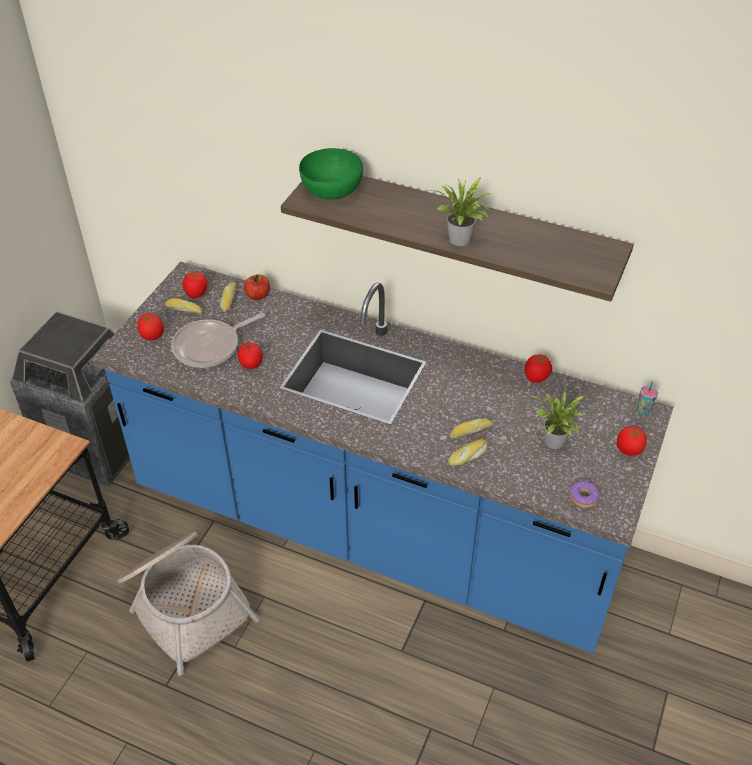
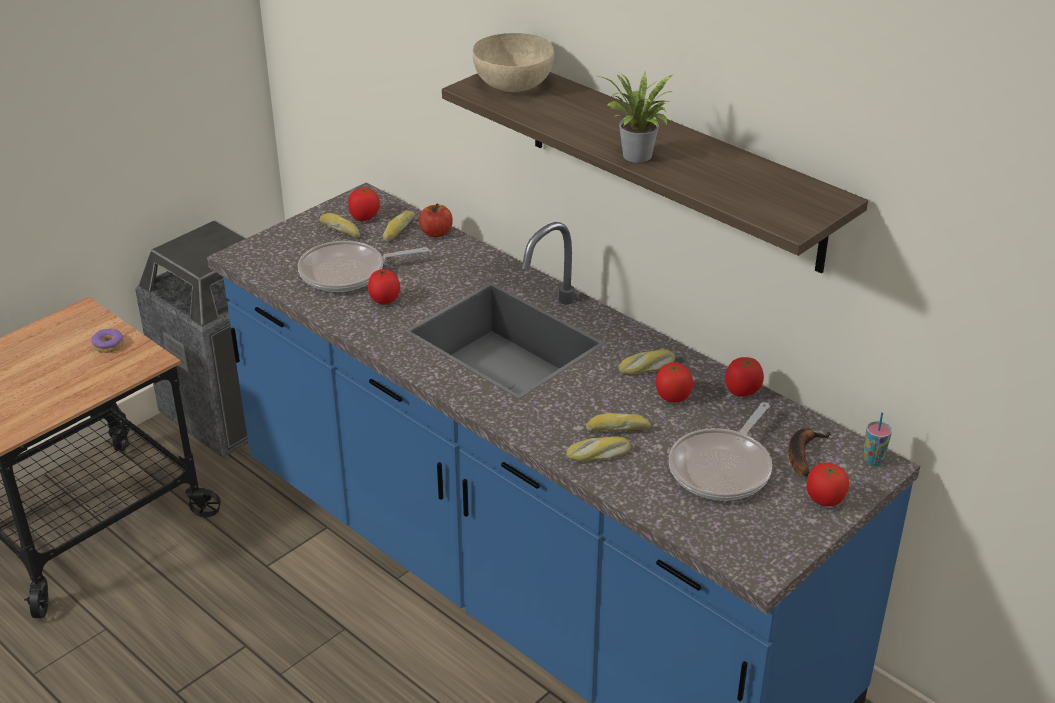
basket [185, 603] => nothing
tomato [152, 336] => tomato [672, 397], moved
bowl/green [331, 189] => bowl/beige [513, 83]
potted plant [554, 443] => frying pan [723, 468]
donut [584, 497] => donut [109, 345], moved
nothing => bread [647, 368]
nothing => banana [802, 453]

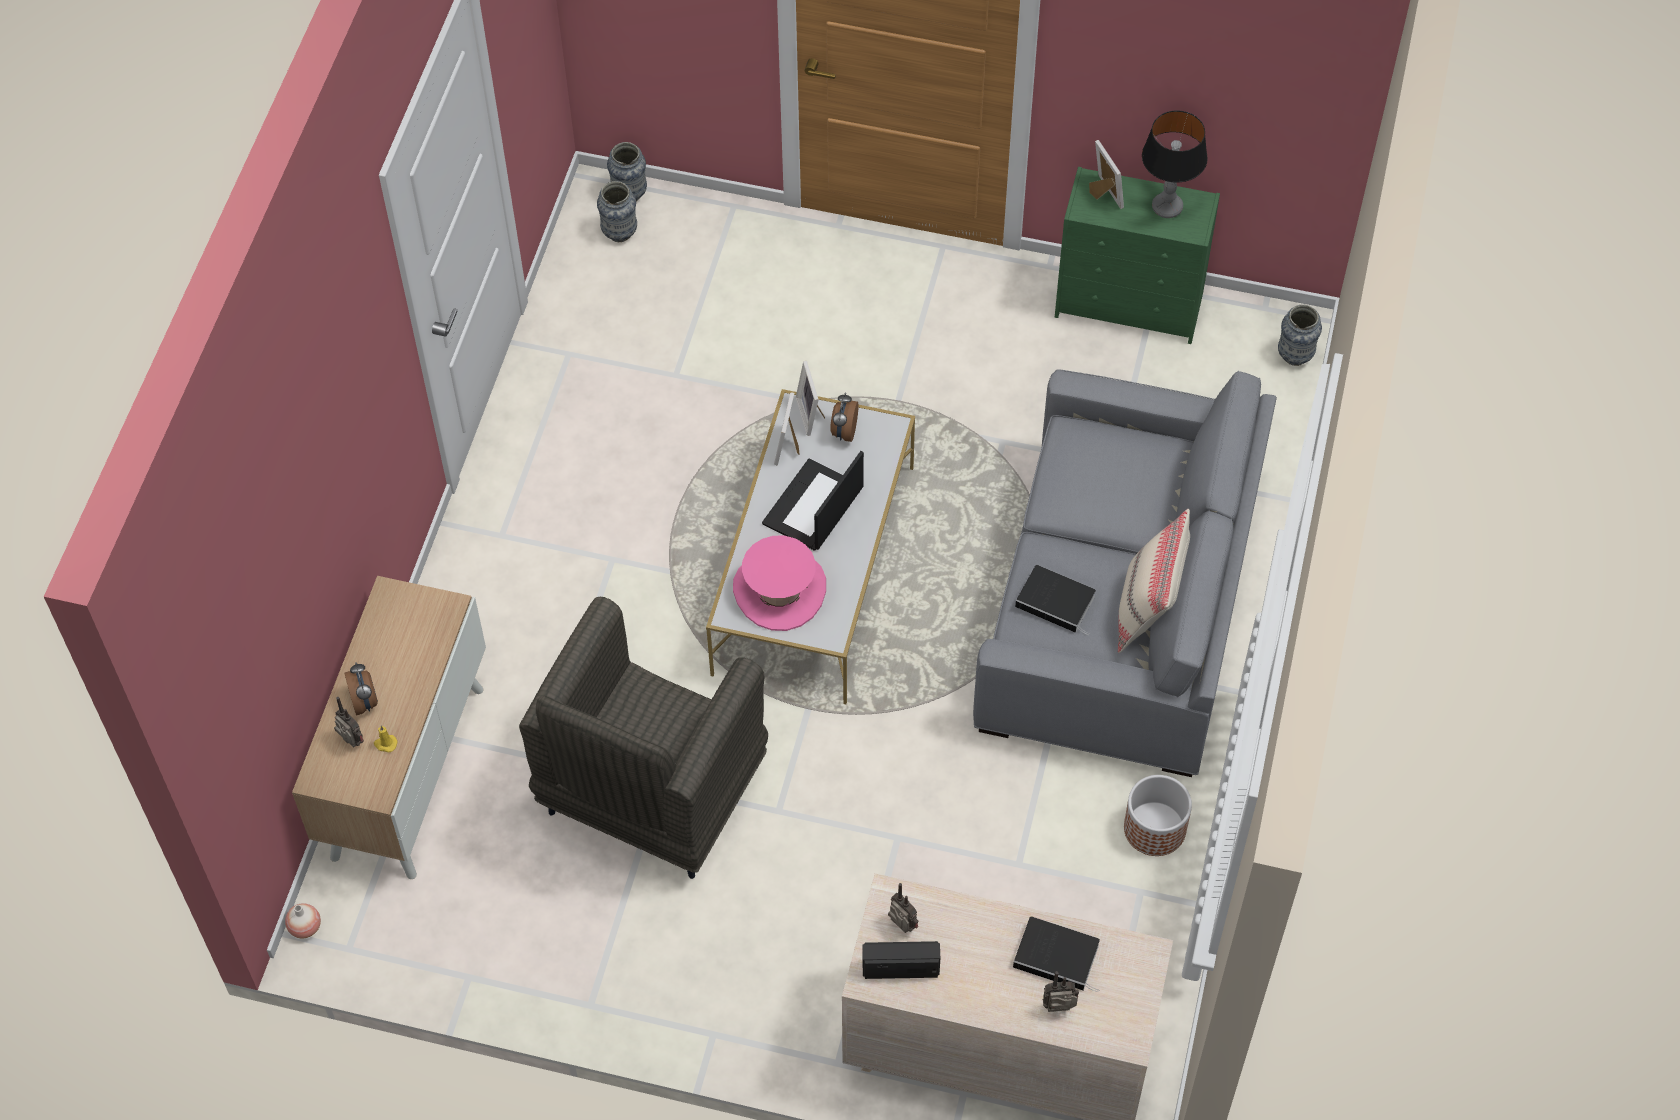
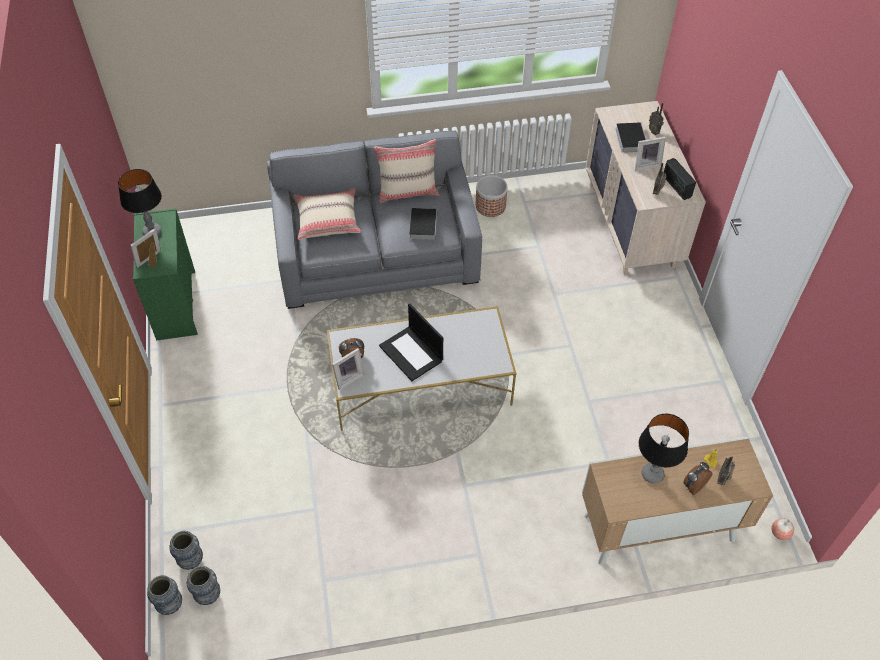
armchair/grey [651, 794] => nothing
hat/pink [779, 591] => nothing
laptop [813, 507] => laptop [412, 353], 45 degrees clockwise
picture frame [789, 446] => picture frame [646, 165], moved
vase [1295, 356] => vase [191, 560], moved
nothing => pillow/beige [327, 220]
nothing => table lamp [652, 474]

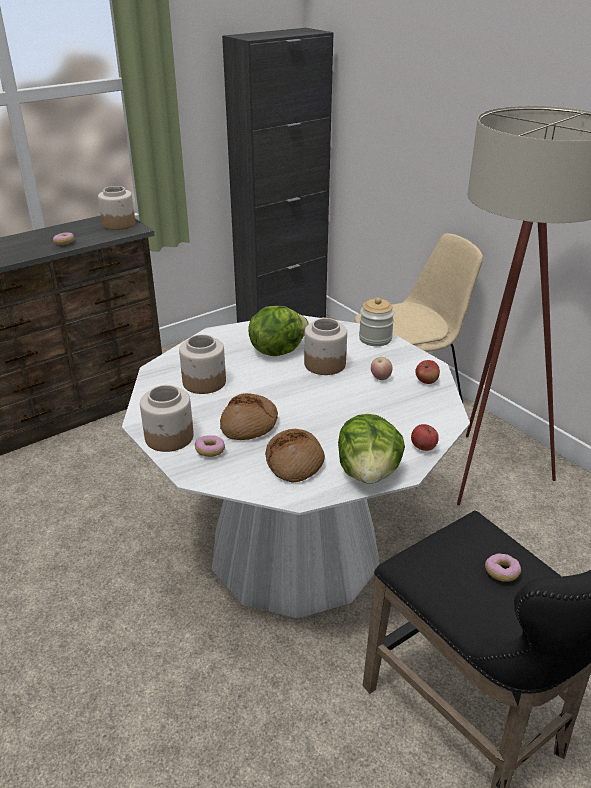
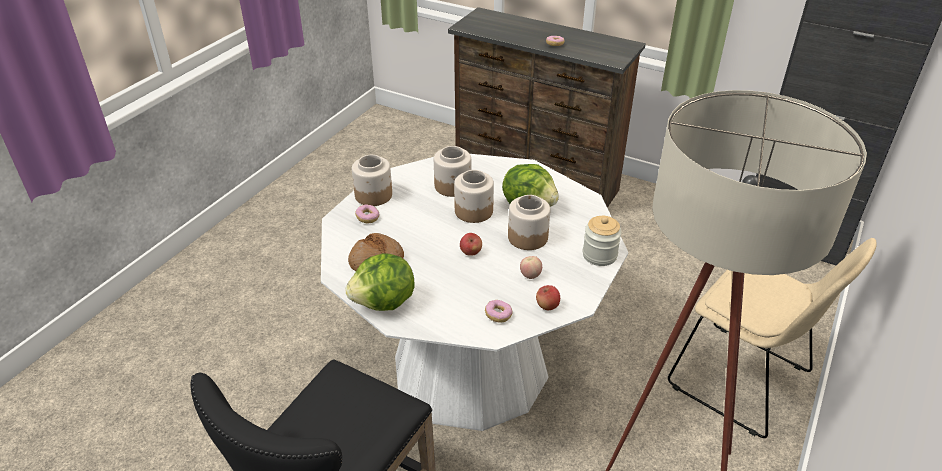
jar [119, 224] => jar [474, 211], moved
bread [249, 425] => nothing
apple [423, 447] => apple [471, 252], moved
donut [501, 573] => donut [498, 315], moved

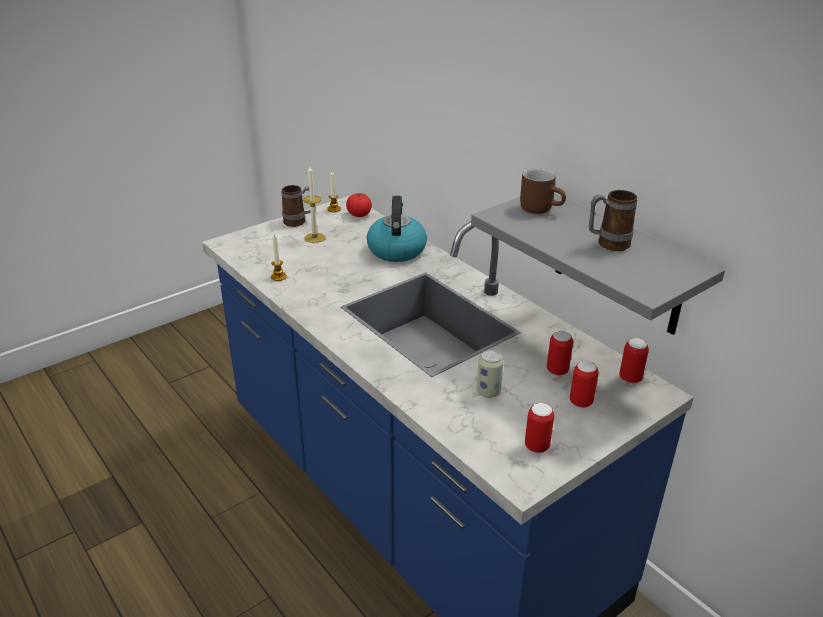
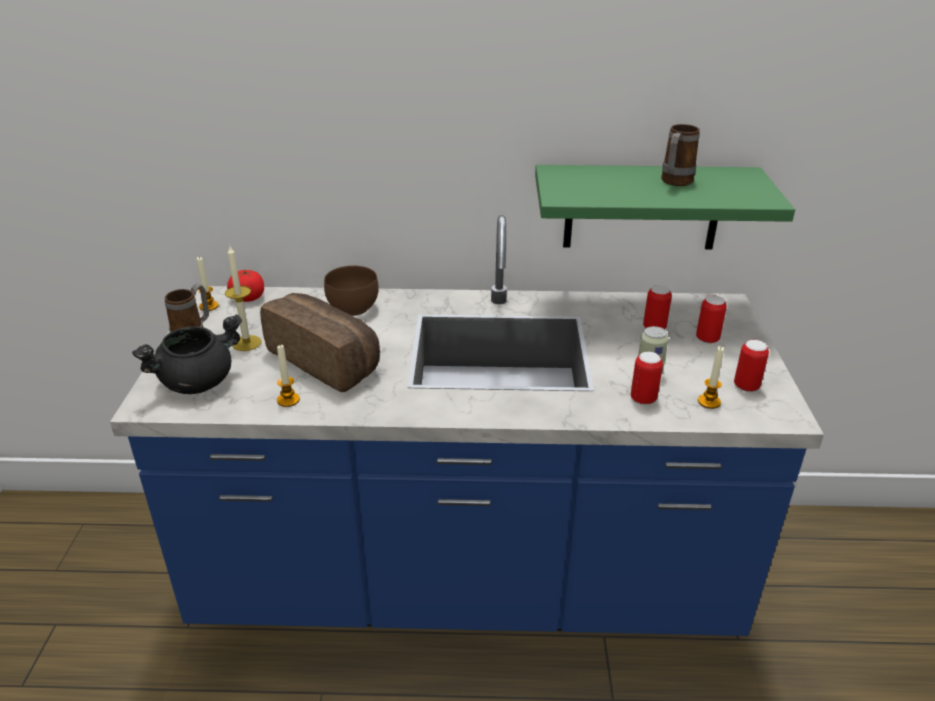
kettle [396, 250] => bowl/brown [353, 310]
shelf/grey [618, 263] => shelf/green [642, 207]
mug/brown [541, 208] => nothing
can [630, 378] => can [643, 399], moved
nothing => cooking pot/black [197, 382]
nothing => bread [327, 360]
nothing => candle [709, 402]

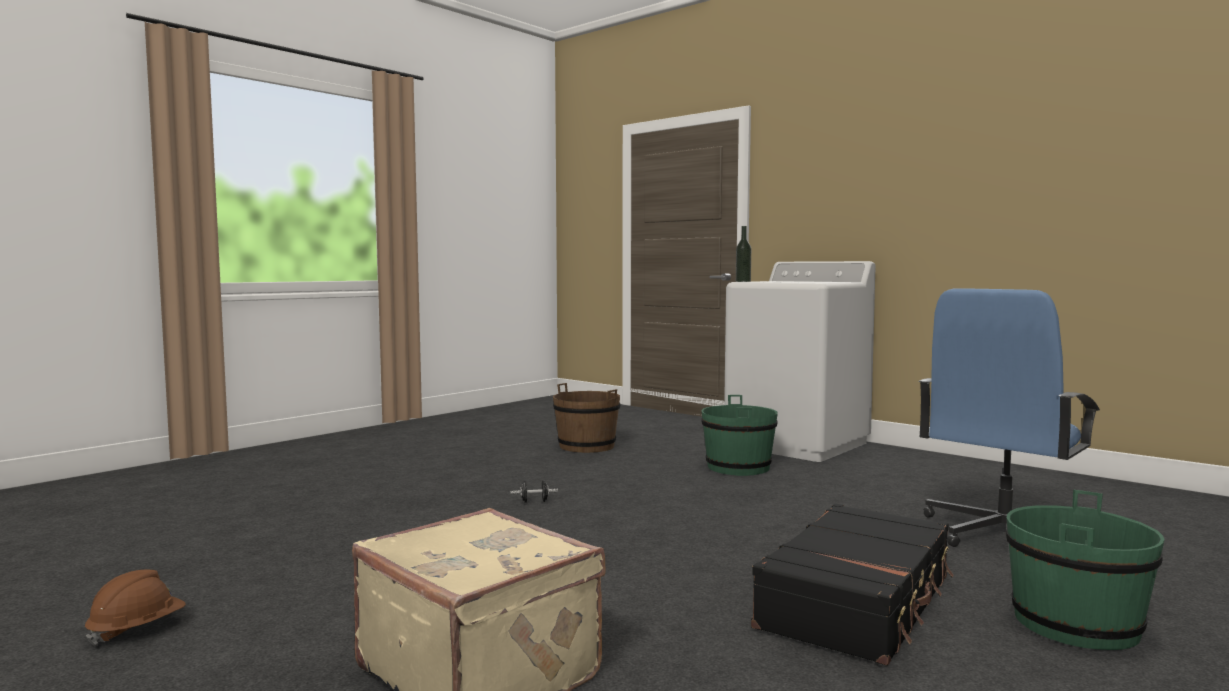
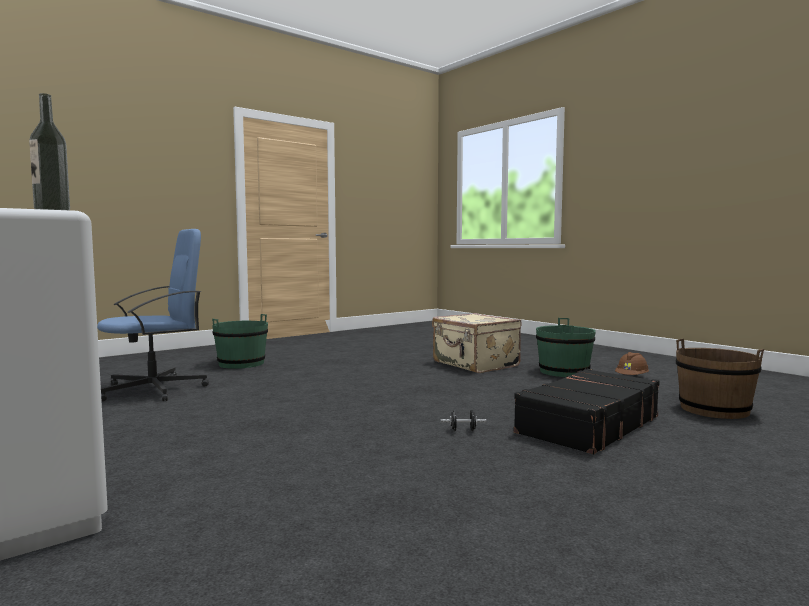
bucket/brown [586, 446] => bucket/brown [714, 410], moved
bucket/green [738, 467] => bucket/green [564, 372], moved
suitcase/black [858, 602] => suitcase/black [587, 425], moved

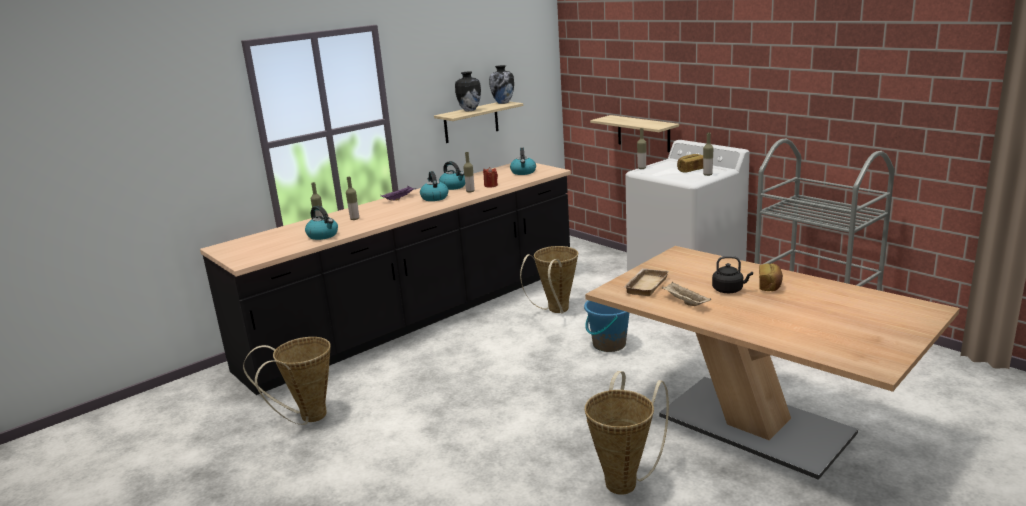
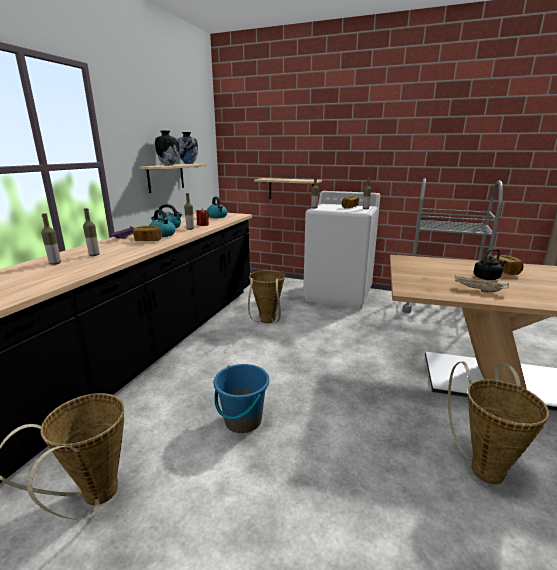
kettle [323, 235] => nothing
bucket/blue [608, 344] => bucket/blue [242, 420], moved
tray/beige [645, 285] => nothing
nothing => bread [148, 240]

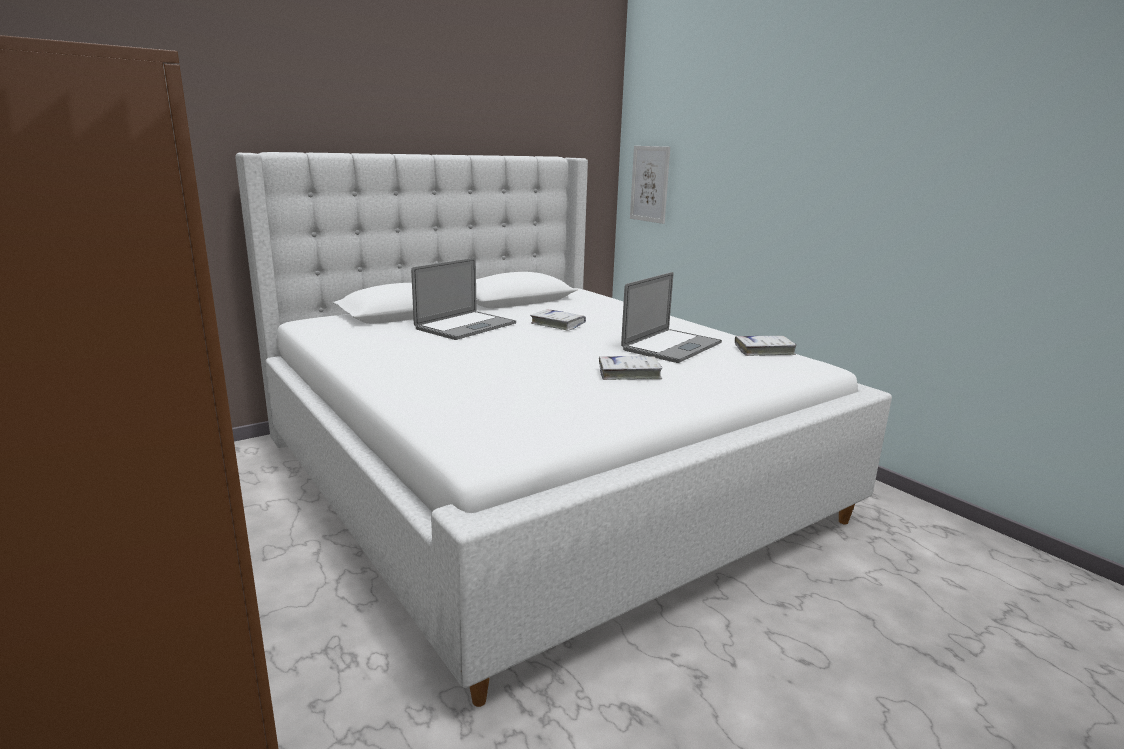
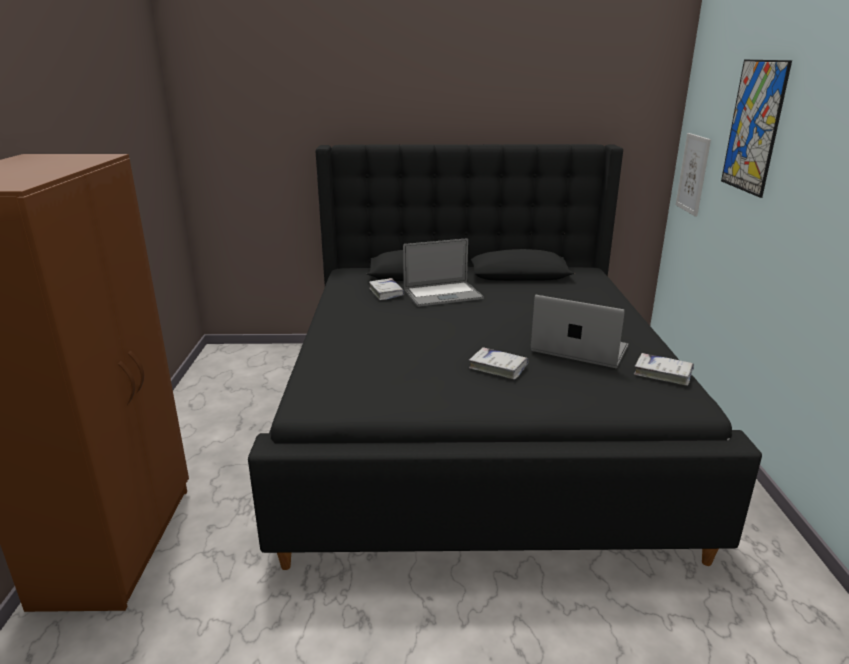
bed/white [537, 475] => bed/black [476, 427]
book/white [558, 324] => book/white [386, 293], moved
laptop [672, 346] => laptop [579, 349], 135 degrees counterclockwise
nothing => picture [754, 127]

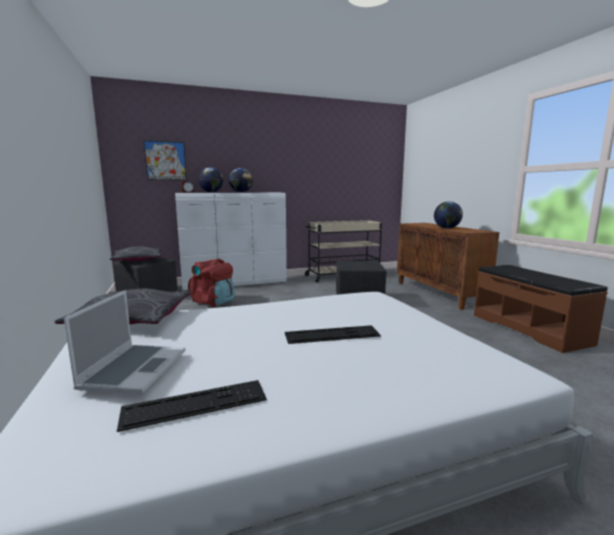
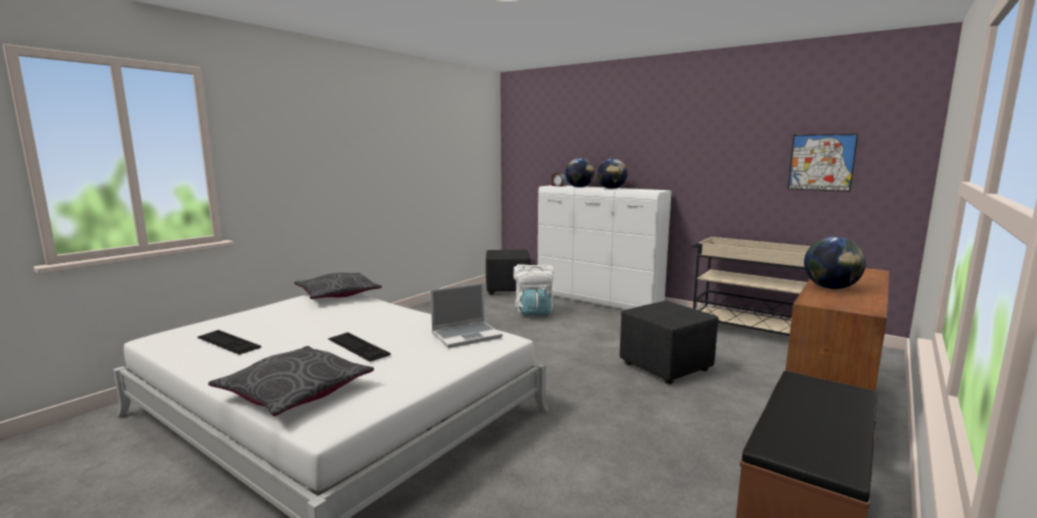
laptop [134, 369] => laptop [467, 335], moved
pillow/grey [138, 260] => pillow/grey [295, 392], moved
picture [165, 161] => picture [821, 162], moved
backpack/red [214, 302] => backpack/white [533, 312]

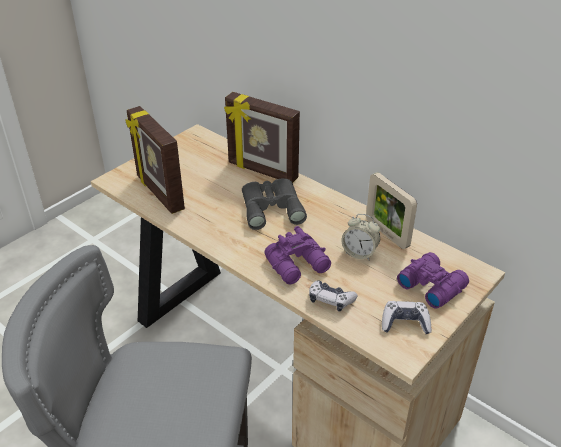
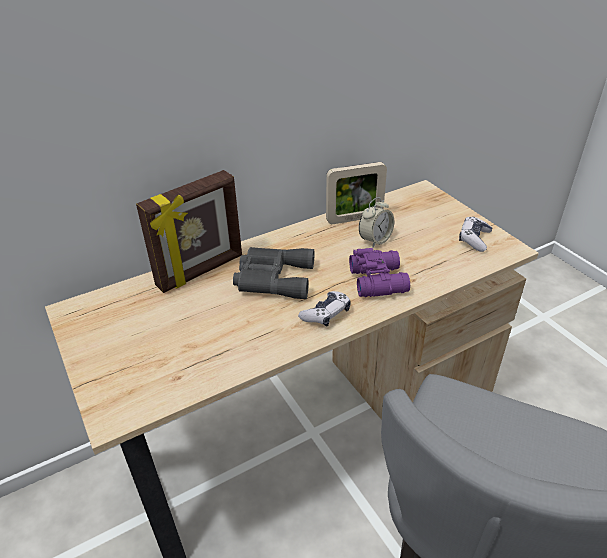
picture frame [159, 193] => nothing
game controller [330, 300] => game controller [326, 314], moved
binoculars/purple [431, 285] => nothing

